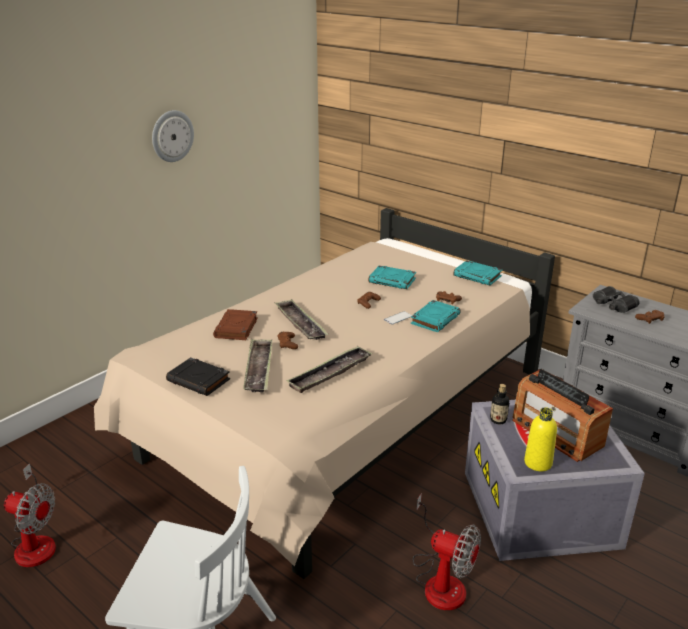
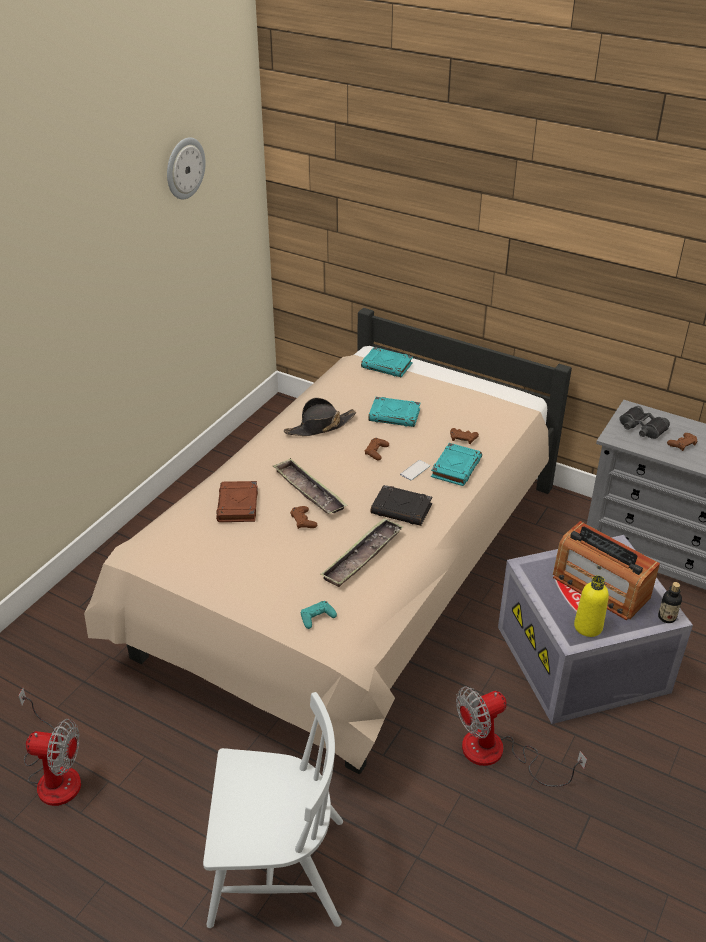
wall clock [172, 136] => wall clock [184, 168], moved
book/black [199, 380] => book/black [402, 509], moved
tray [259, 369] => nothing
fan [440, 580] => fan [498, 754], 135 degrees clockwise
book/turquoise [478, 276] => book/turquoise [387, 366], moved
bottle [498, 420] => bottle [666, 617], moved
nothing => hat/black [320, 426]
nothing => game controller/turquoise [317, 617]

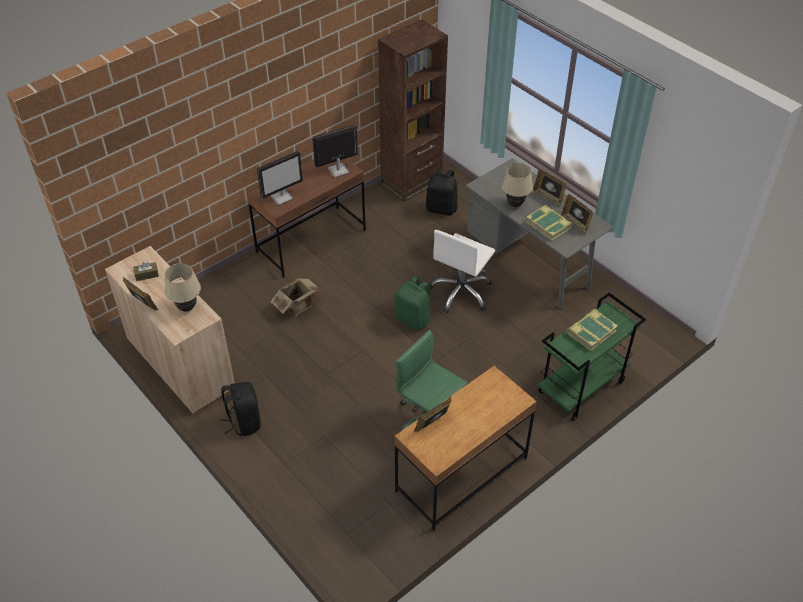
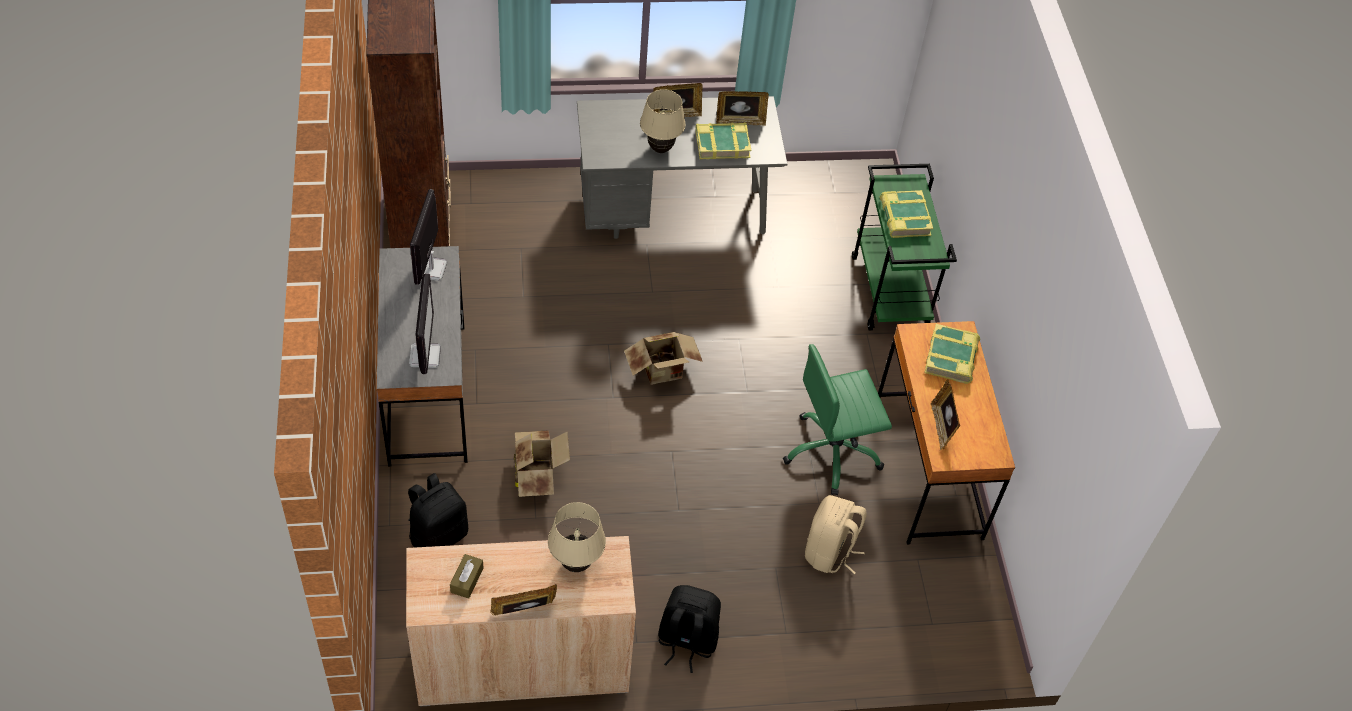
desk/brown [311, 241] => desk/grey [427, 394]
backpack/green [413, 319] => cardboard box [664, 372]
backpack/black [441, 208] => backpack/black [438, 535], moved
office chair/white [461, 292] => nothing
nothing => backpack/beige [829, 552]
nothing => book [951, 358]

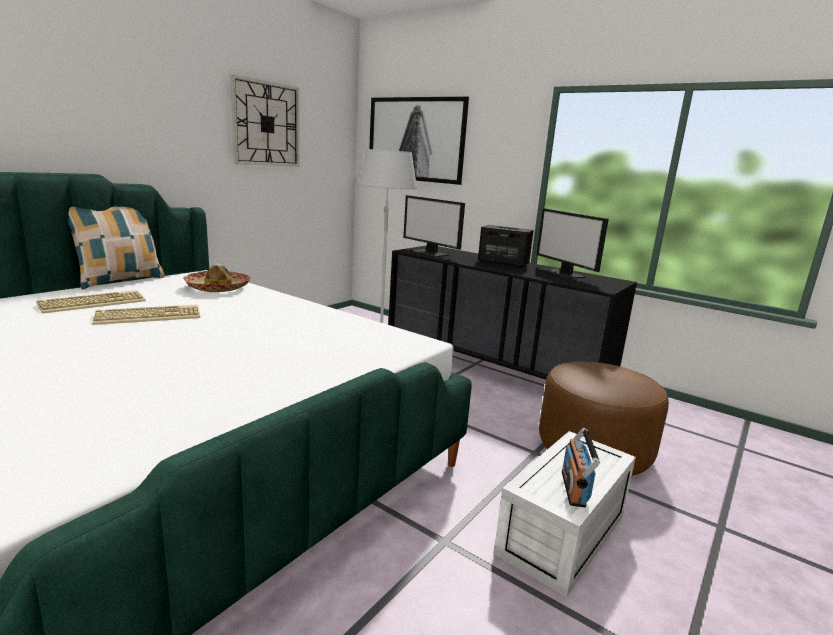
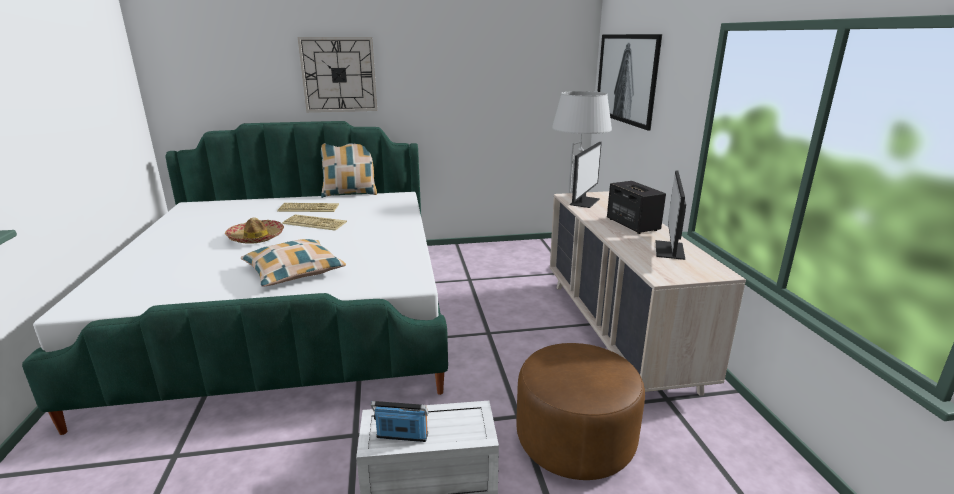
hat [218, 288] => hat [256, 238], moved
wall clock [266, 124] => wall clock [339, 75], moved
dresser/black [494, 368] => dresser/beige [617, 332]
monitor [430, 253] => monitor [584, 201], 150 degrees counterclockwise
radio [574, 488] => radio [402, 436], 45 degrees clockwise
nothing => pillow [294, 271]

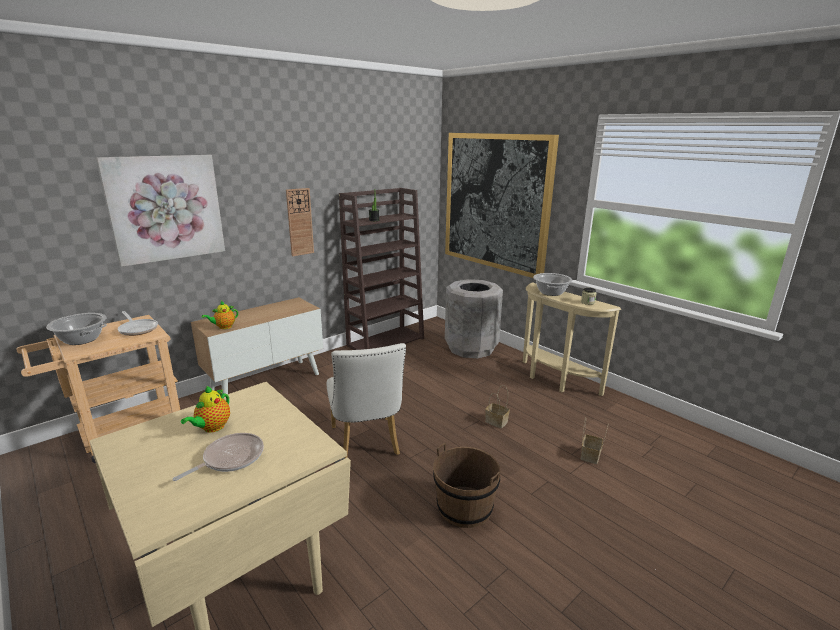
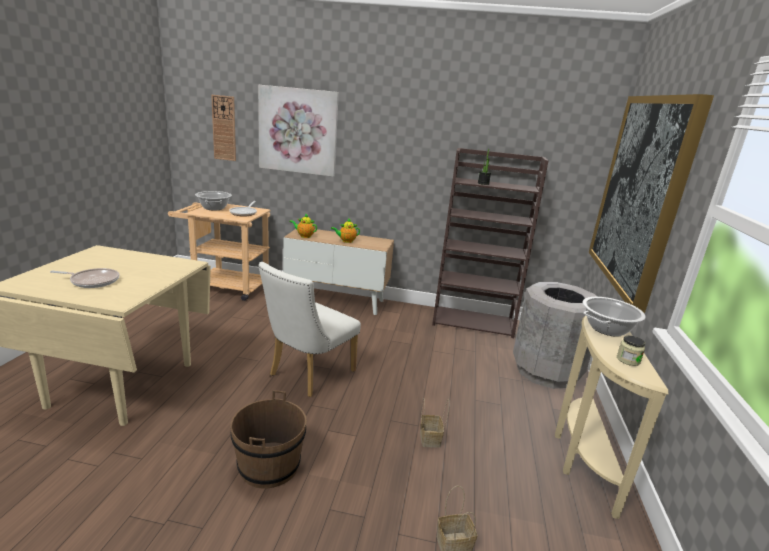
teapot [212, 428] => teapot [346, 241], moved
wall clock [300, 222] => wall clock [224, 128], moved

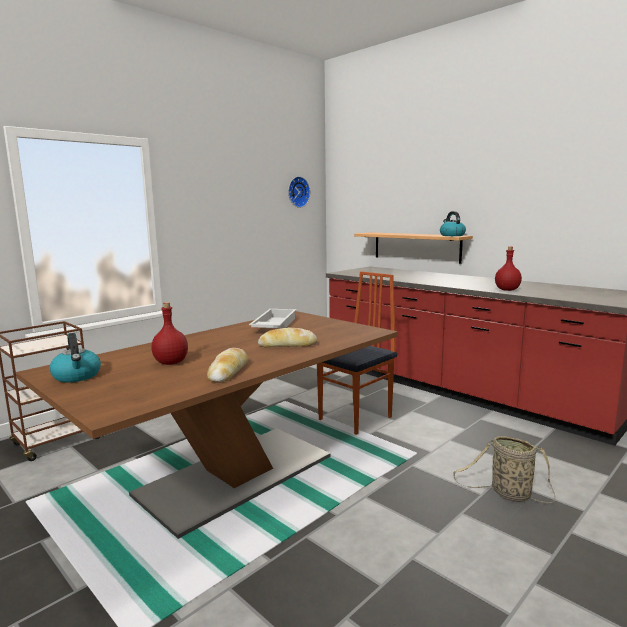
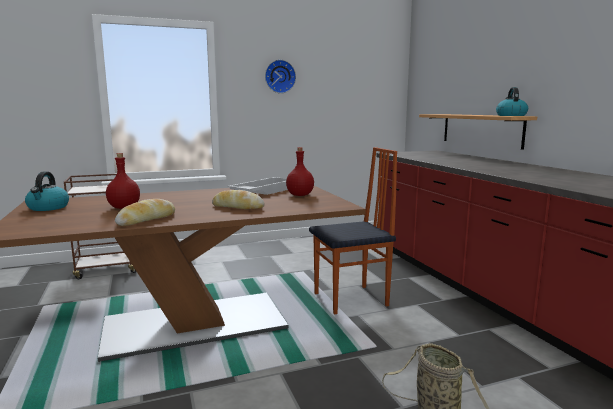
wall clock [297, 192] => wall clock [279, 76], moved
bottle/red [507, 290] => bottle/red [299, 195], moved

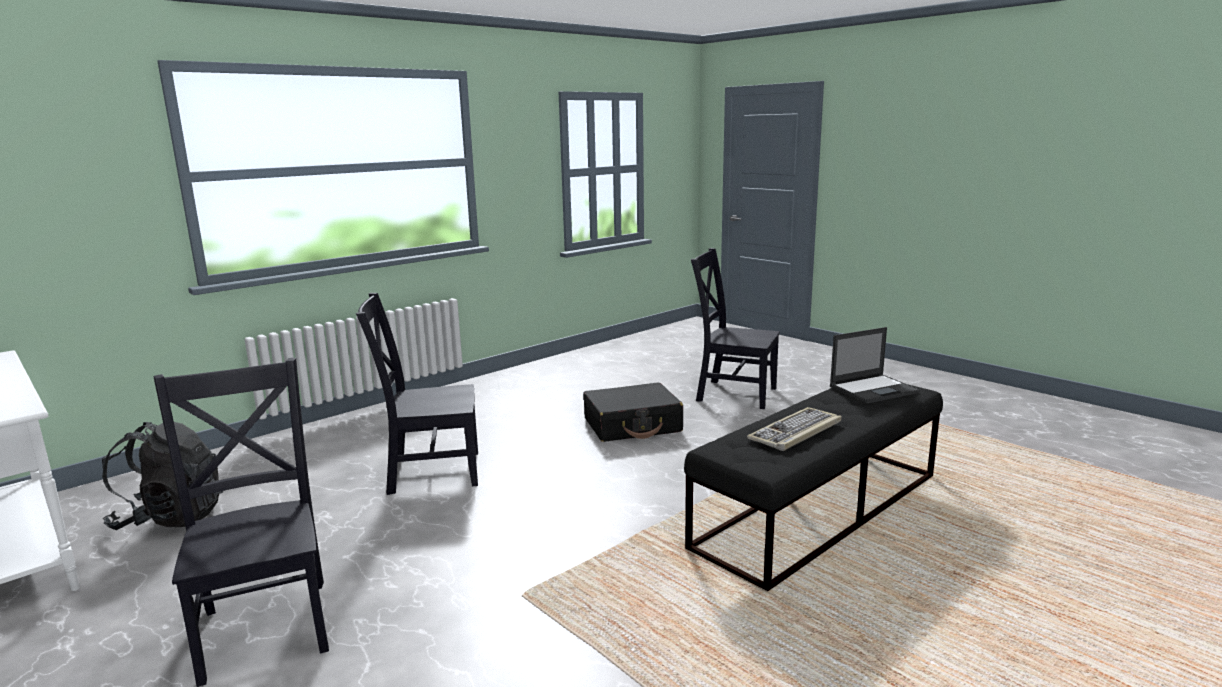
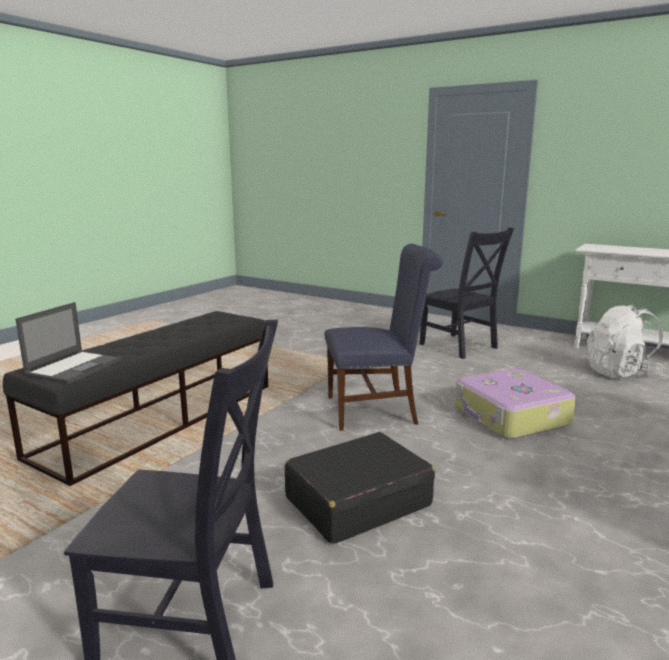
backpack/black [171, 518] => backpack/white [621, 373]
chair/black [429, 472] => suitcase [510, 417]
keyboard [796, 432] => nothing
laptop [874, 389] => laptop [75, 367], 150 degrees clockwise
nothing => chair/blue [378, 410]

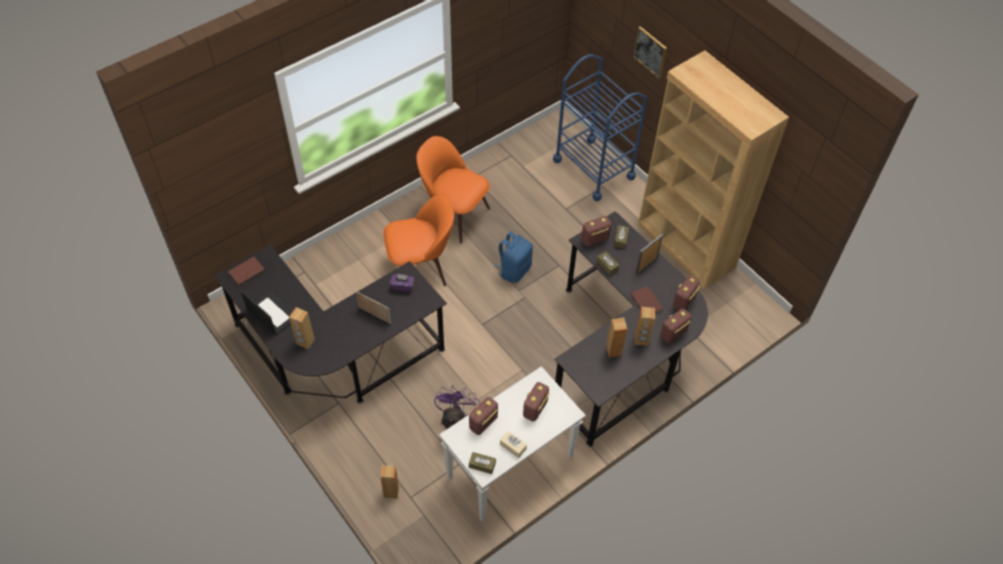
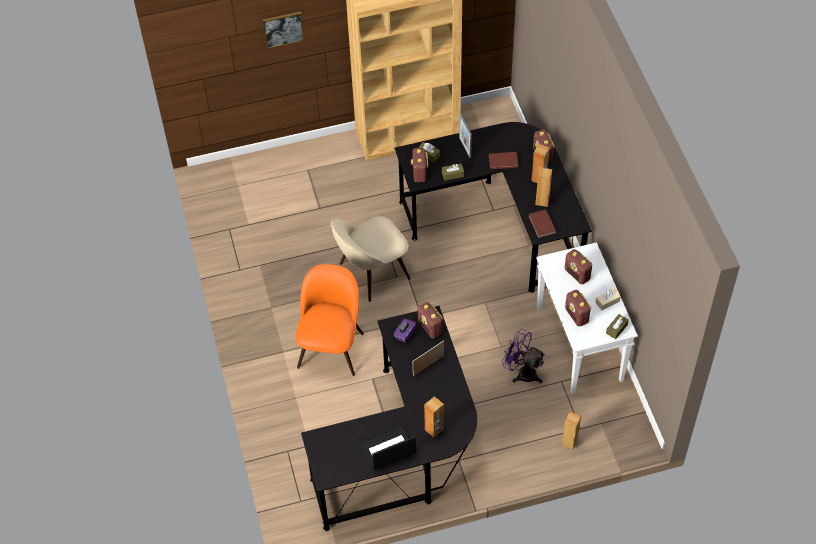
book/brown [246, 271] => book/brown [541, 225], moved
chair/orange [454, 214] => nothing
backpack/blue [514, 270] => chair/beige [371, 272]
cart/blue [594, 168] => nothing
radio [683, 301] => radio [430, 328], moved

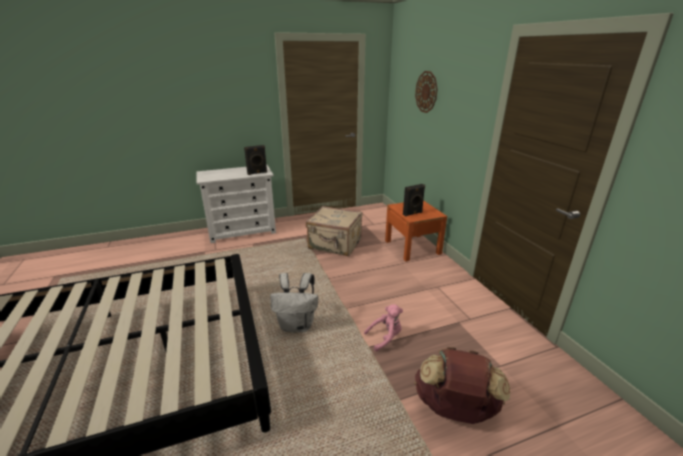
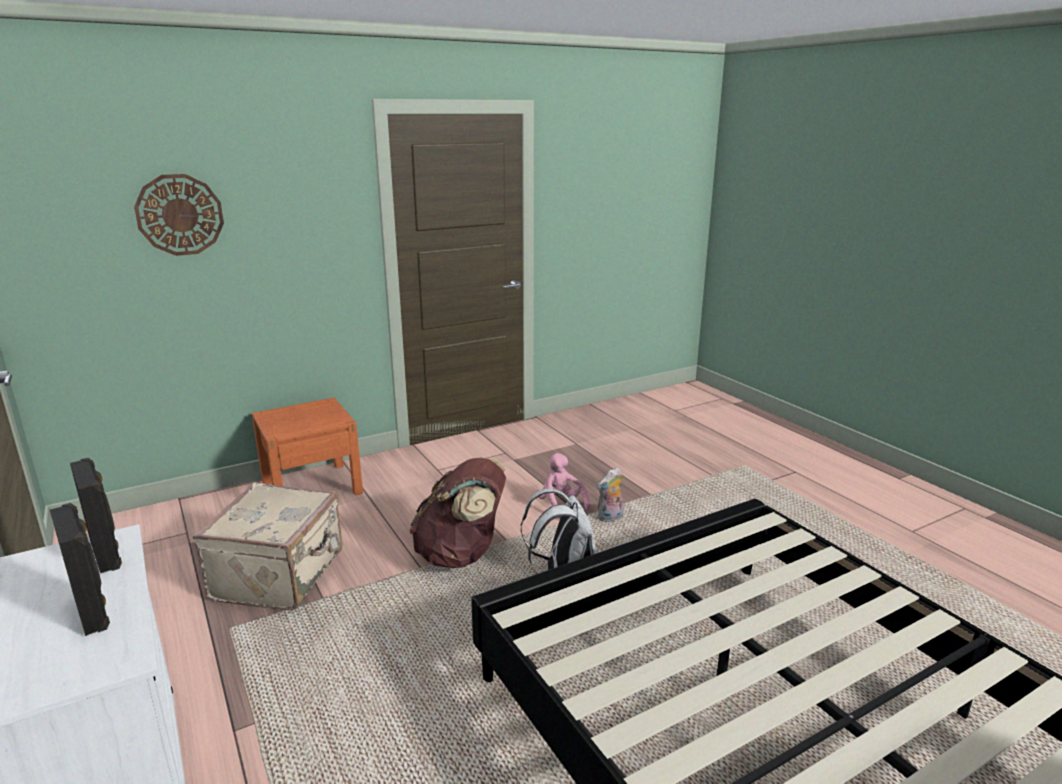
speaker/black [413, 213] => speaker/black [93, 611], moved
backpack/brown [454, 409] => backpack/brown [462, 555], moved
nothing => plush toy [610, 518]

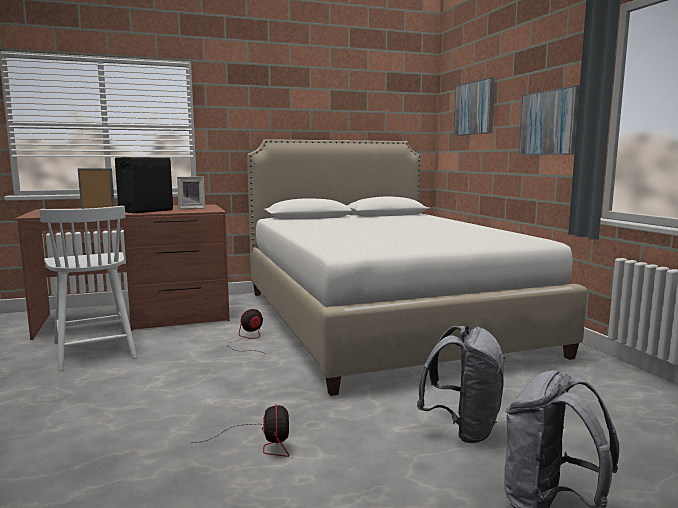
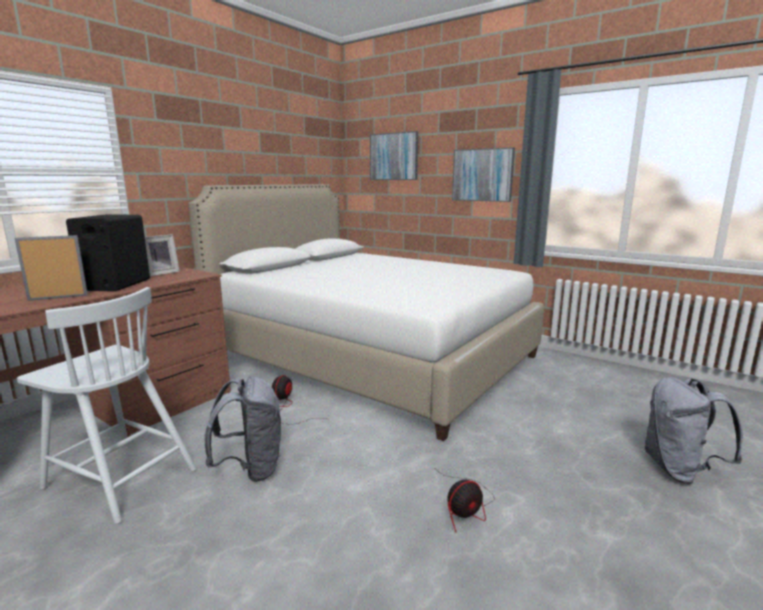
fan [262, 442] => fan [465, 507], 105 degrees clockwise
backpack/grey [463, 429] => backpack/grey [251, 468], moved

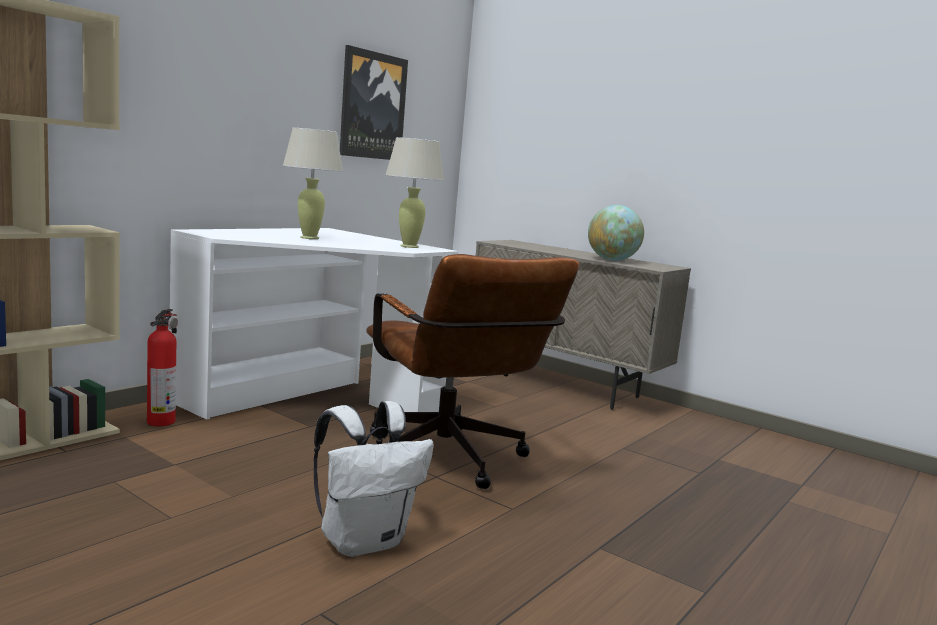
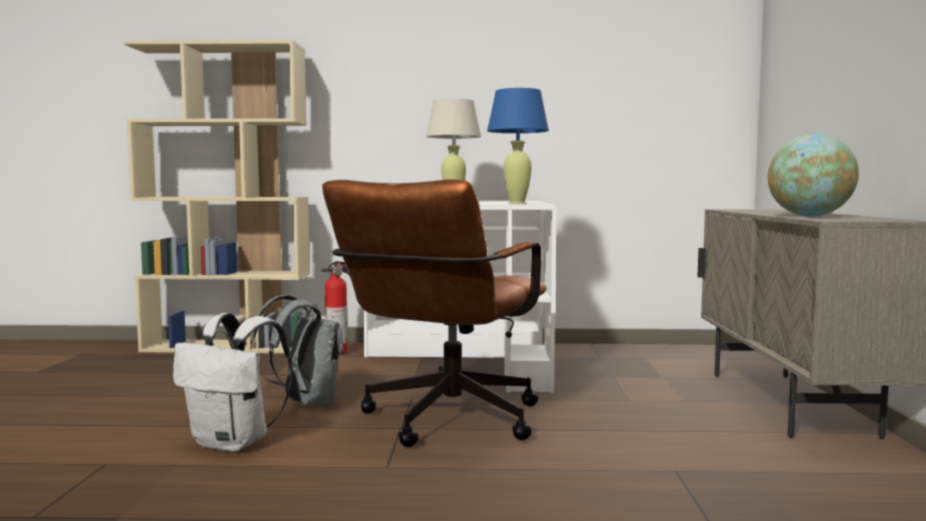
picture [372, 106] => nothing
table lamp/beige [409, 246] => table lamp/blue [517, 203]
nothing => backpack/grey [304, 402]

